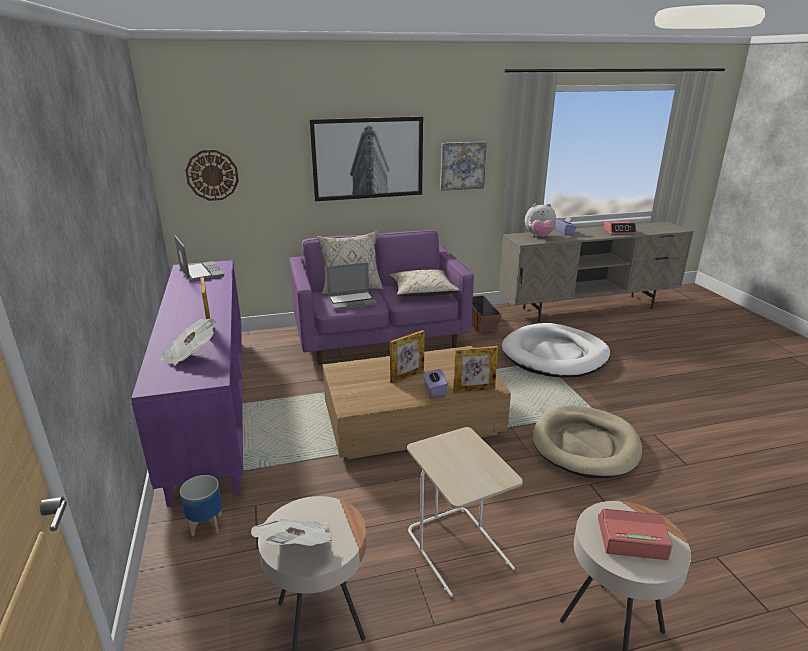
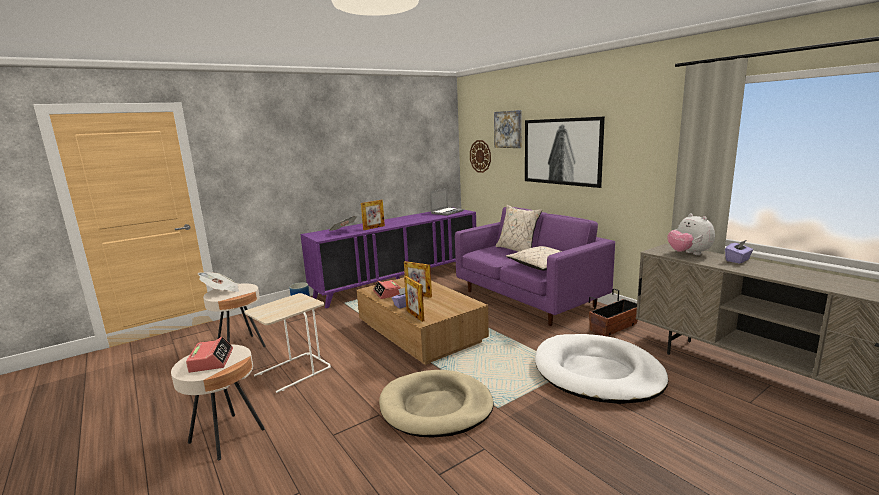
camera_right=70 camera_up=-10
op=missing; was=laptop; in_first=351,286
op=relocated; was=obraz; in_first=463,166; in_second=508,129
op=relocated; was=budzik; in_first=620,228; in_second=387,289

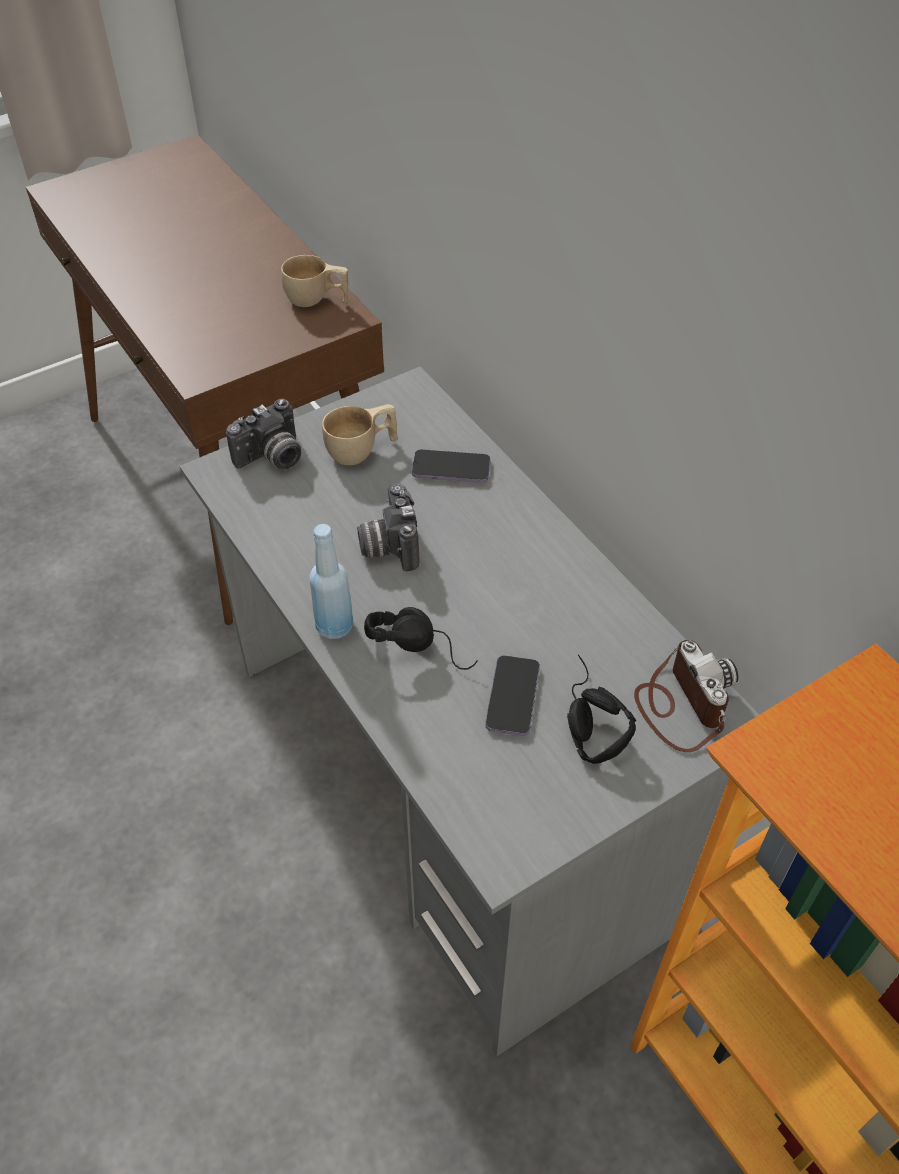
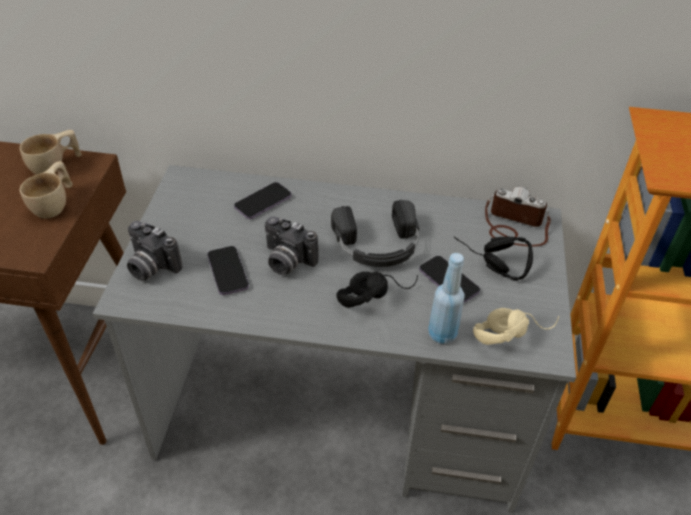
camera_right=-50 camera_up=-5
op=appeared; now=telefon; in_second=228,270
op=appeared; now=słuchawki (czarny); in_second=375,233
op=appeared; now=słuchawki (beżowy); in_second=516,326
op=relocated; was=butelka (niebieski); in_first=331,581; in_second=446,298
op=relocated; was=filiżanka (beżowy); in_first=360,434; in_second=46,190
op=spun; was=aparat fotograficzny; in_first=263,434; in_second=154,251; clockwise=120

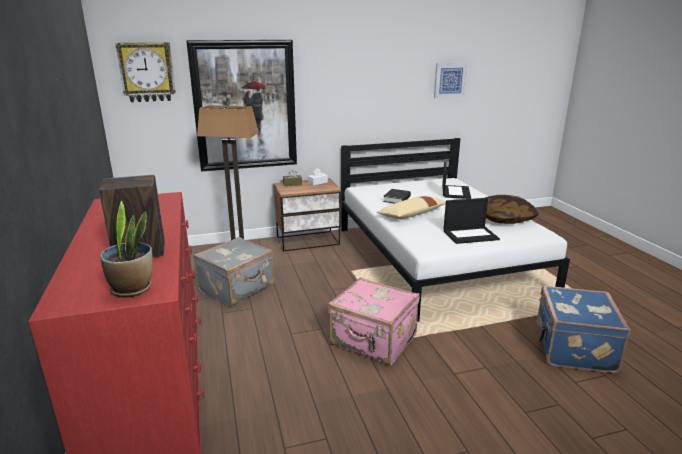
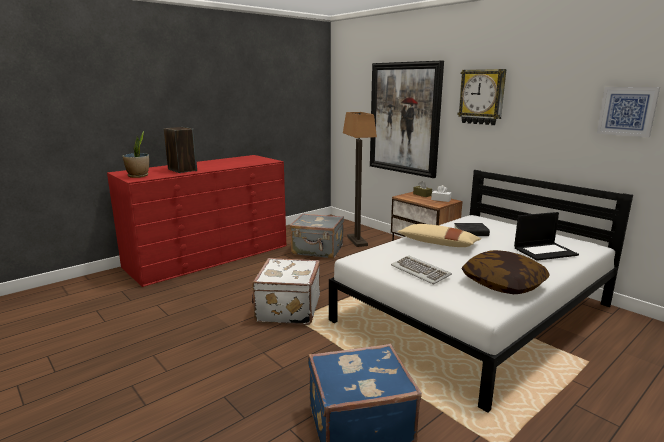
camera_right=65 camera_up=-5
op=relocated; was=zegar ścienny; in_first=145,72; in_second=481,97
op=exchanged; was=laptop; now=klawiatura; in_first=472,221; in_second=421,270
op=colour; was=walizka (różowy); now=walizka (biały); in_first=374,321; in_second=286,291

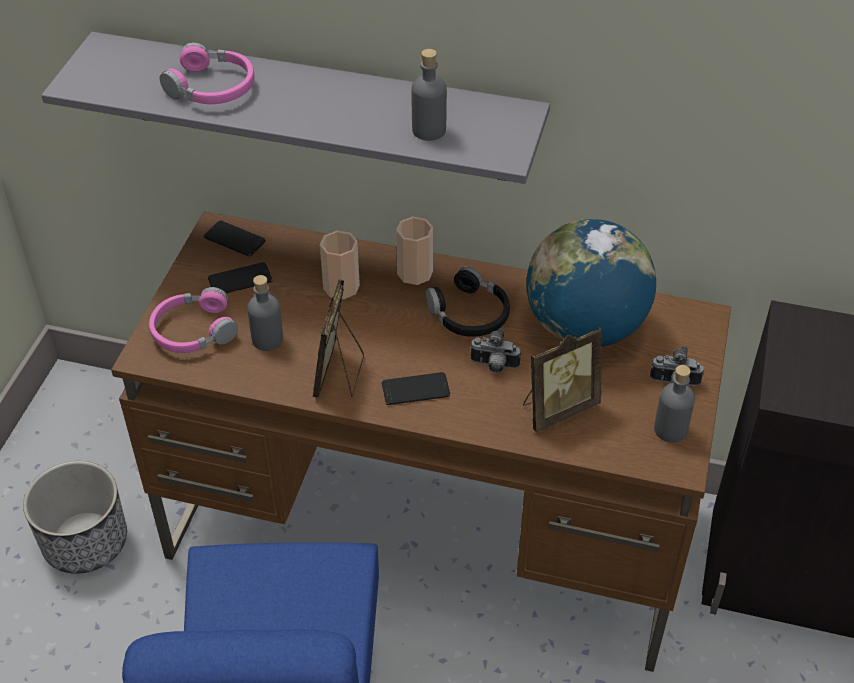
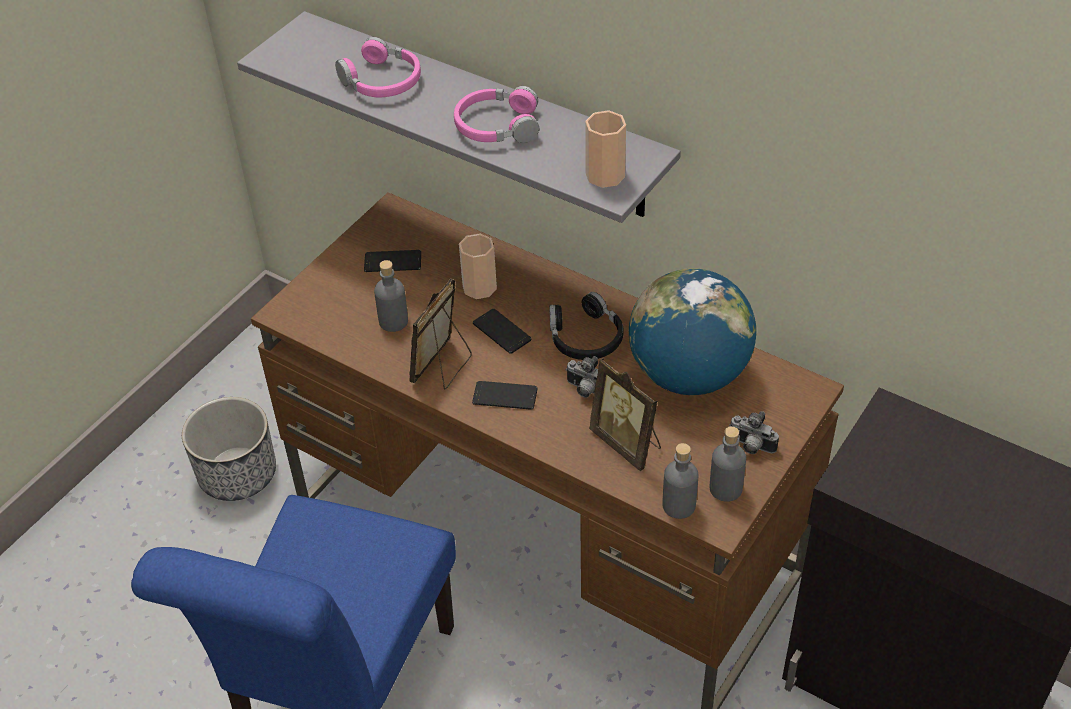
camera_right=20 camera_up=0
op=relocated; was=słuchawki (różowy); in_first=193,320; in_second=496,114
op=relocated; was=telefon; in_first=235,239; in_second=502,331
op=relocated; was=filiżanka; in_first=414,251; in_second=605,149
op=relocated; was=butelka (szary); in_first=429,95; in_second=680,481
op=spun; was=ramka na zdjęcie; in_first=562,379; in_second=625,414; clockwise=60

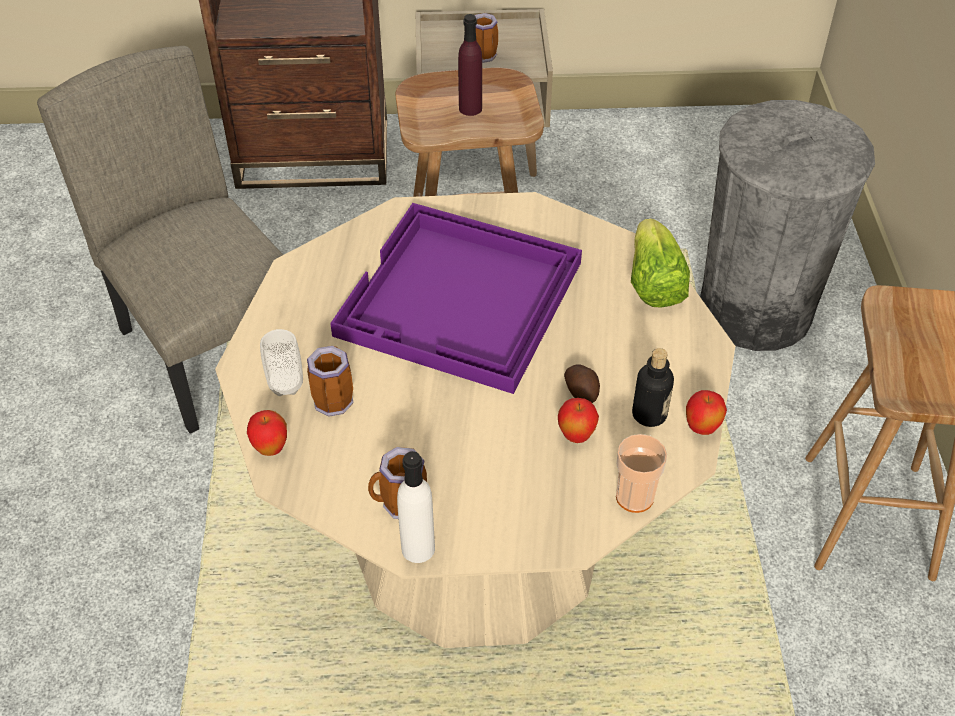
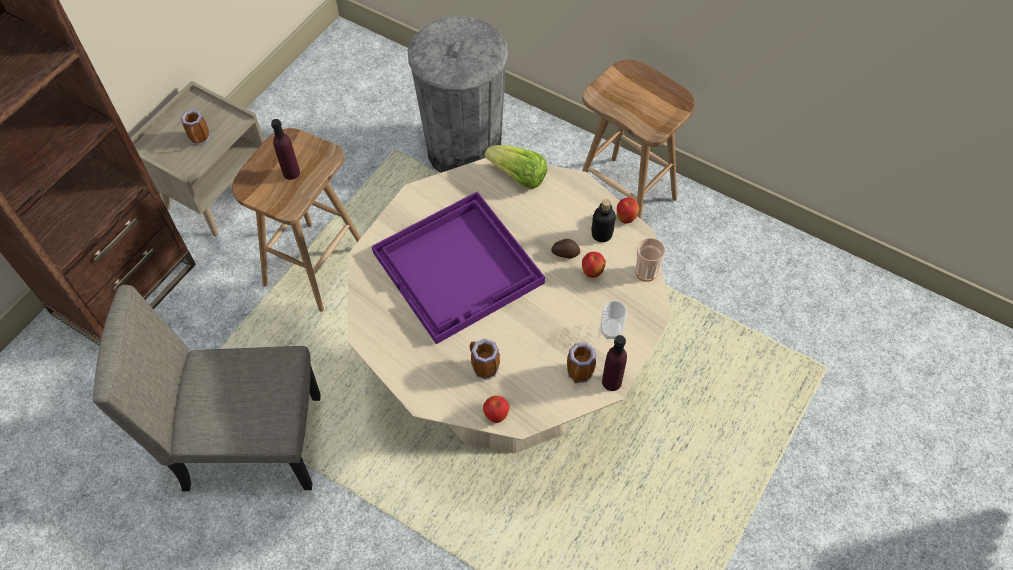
camera_right=-55 camera_up=10
op=relocated; was=filiżanka; in_first=281,362; in_second=614,319
op=colour; was=butelka (biały); now=butelka (fioletowy); in_first=416,507; in_second=614,363

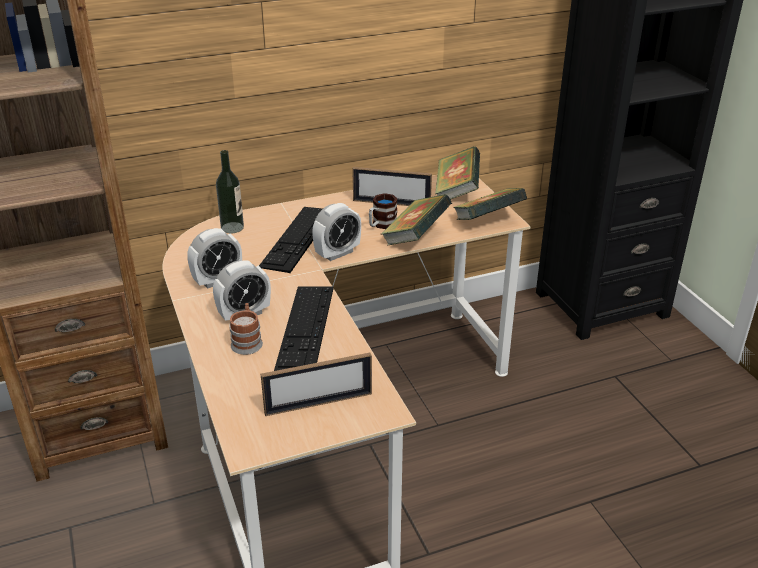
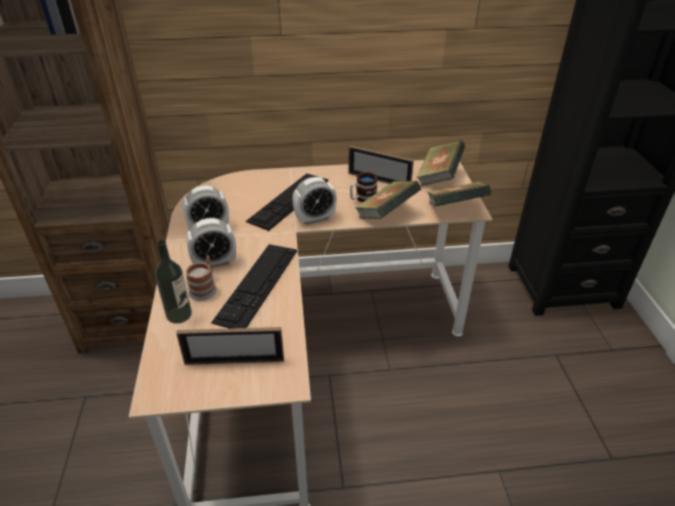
camera_right=15 camera_up=5
op=relocated; was=butelka; in_first=230,191; in_second=173,282

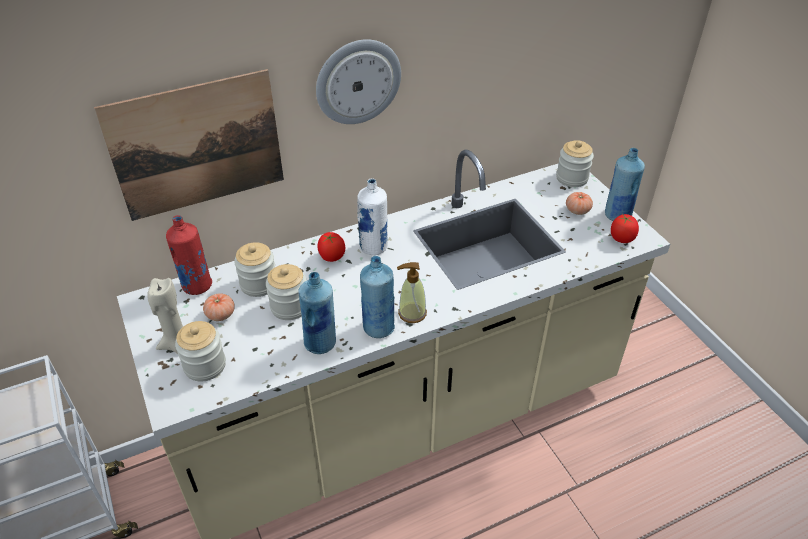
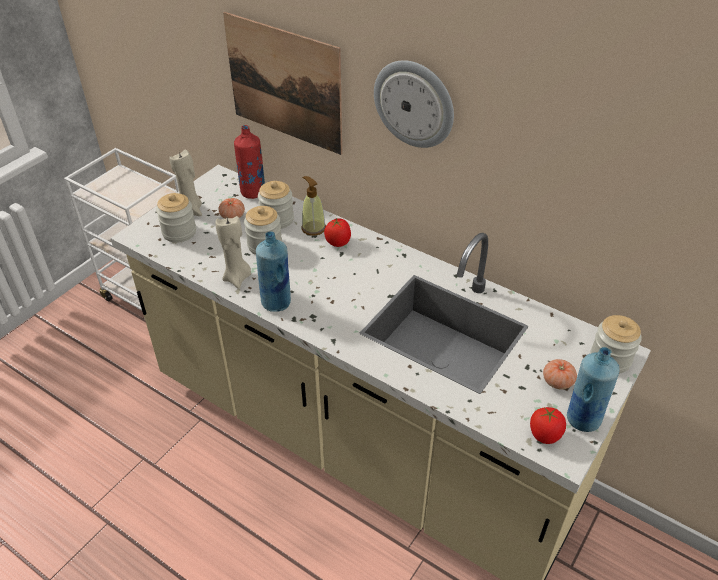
camera_right=60 camera_up=0
op=missing; was=butelka (biały); in_first=372,216
op=relocated; was=dozownik mydła; in_first=412,292; in_second=314,206
op=exchanged; was=butelka (niebieski); now=świeca (beżowy); in_first=317,313; in_second=233,252

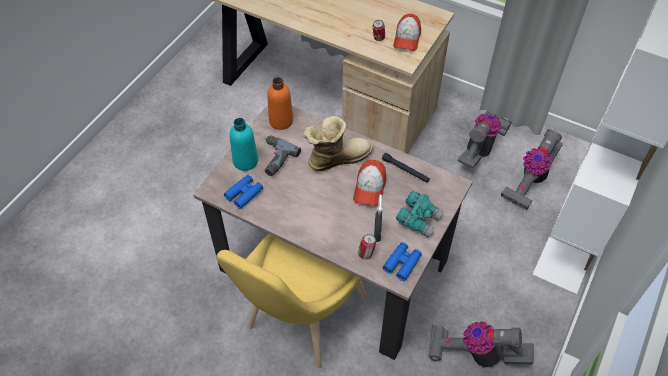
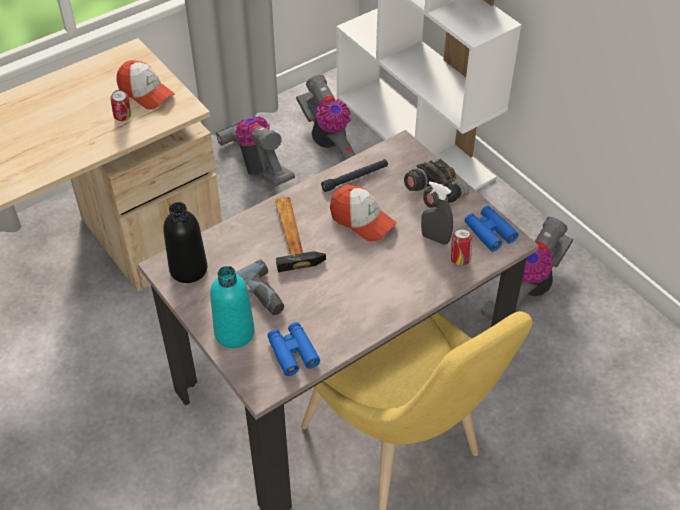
camera_right=-65 camera_up=-5
op=exchanged; was=but z cholewką; now=młotek; in_first=338,144; in_second=300,234
op=colour; was=butelka (pomarańczowy); now=butelka (czarny); in_first=280,103; in_second=185,242
op=colour; was=lornetka (turkusowy); now=lornetka (szary); in_first=419,214; in_second=436,183

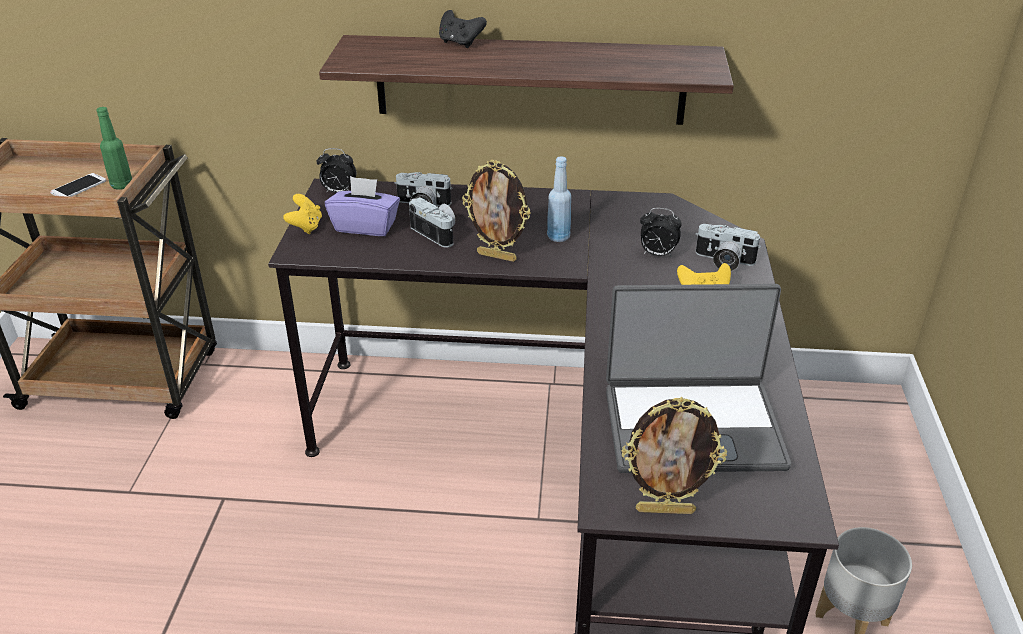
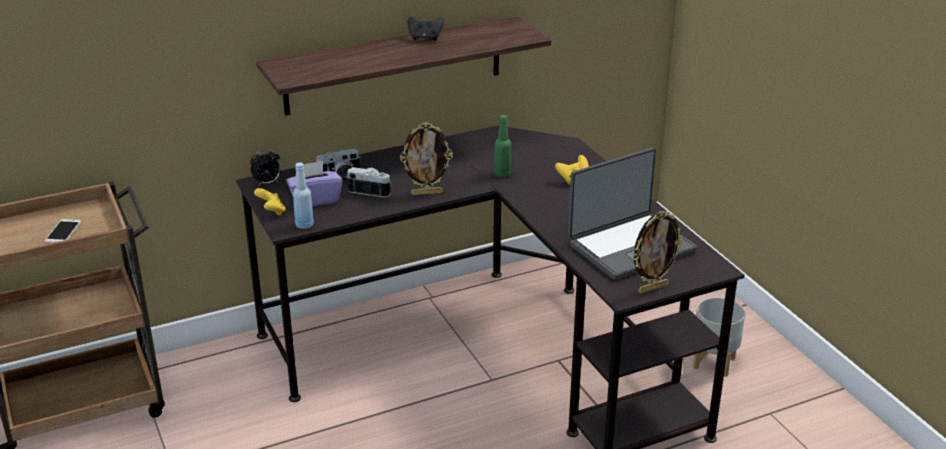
camera_right=-30 camera_up=-5
op=missing; was=budzik; in_first=661,232
op=missing; was=aparat fotograficzny; in_first=728,247
op=relocated; was=butelka (zielony); in_first=114,148; in_second=502,146
op=relocated; was=pad do gier (czarny); in_first=463,29; in_second=426,29
op=relocated; was=butelka (niebieski); in_first=559,199; in_second=303,195

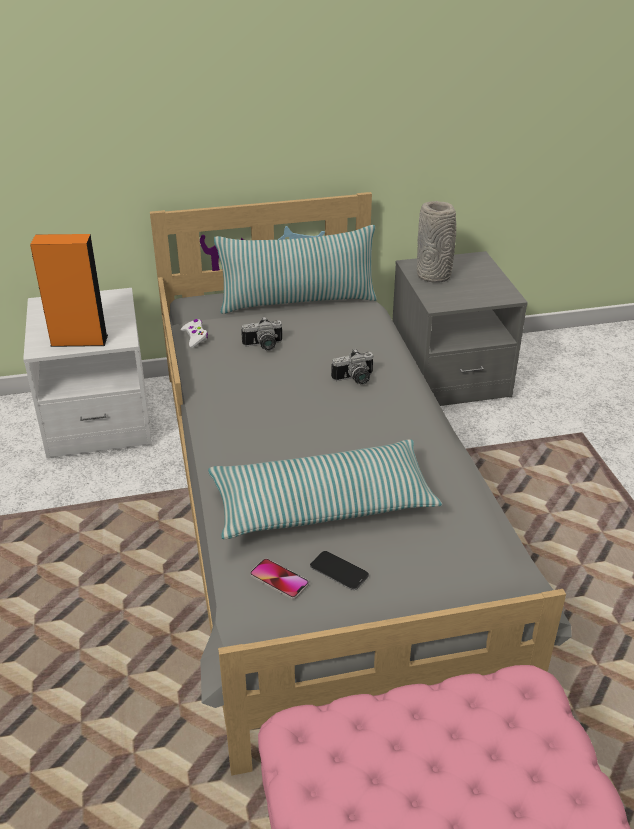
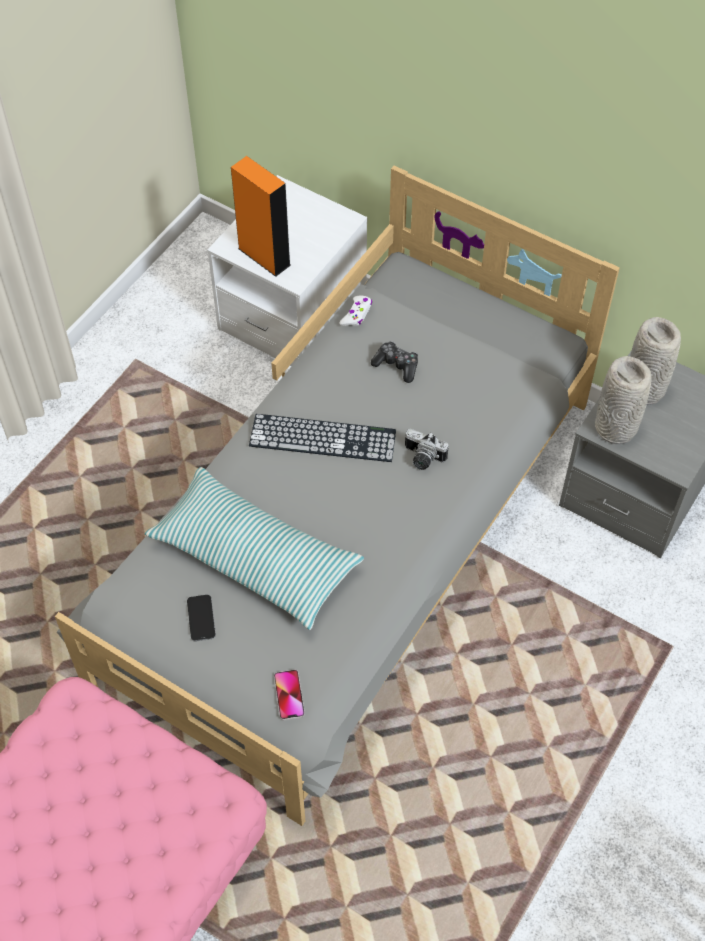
camera_right=45 camera_up=20
op=missing; was=poduszka; in_first=295,269
op=appeared; now=klawiatura; in_second=322,438
op=appeared; now=wazon (szary); in_second=623,400
op=relocated; was=telefon; in_first=279,578; in_second=289,695
op=exchanged; was=aparat fotograficzny; now=pad do gier; in_first=261,334; in_second=394,362

